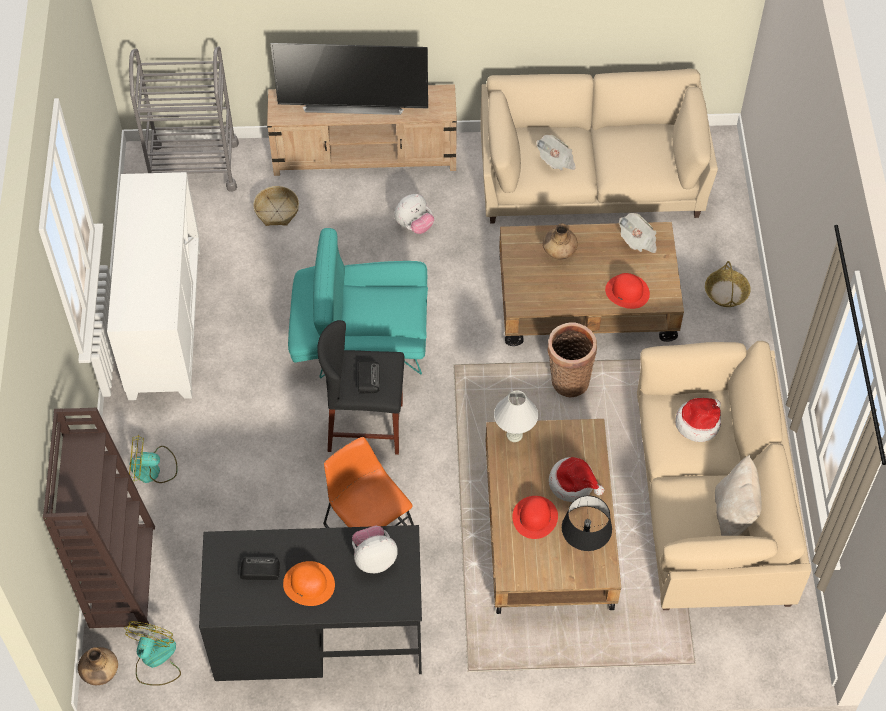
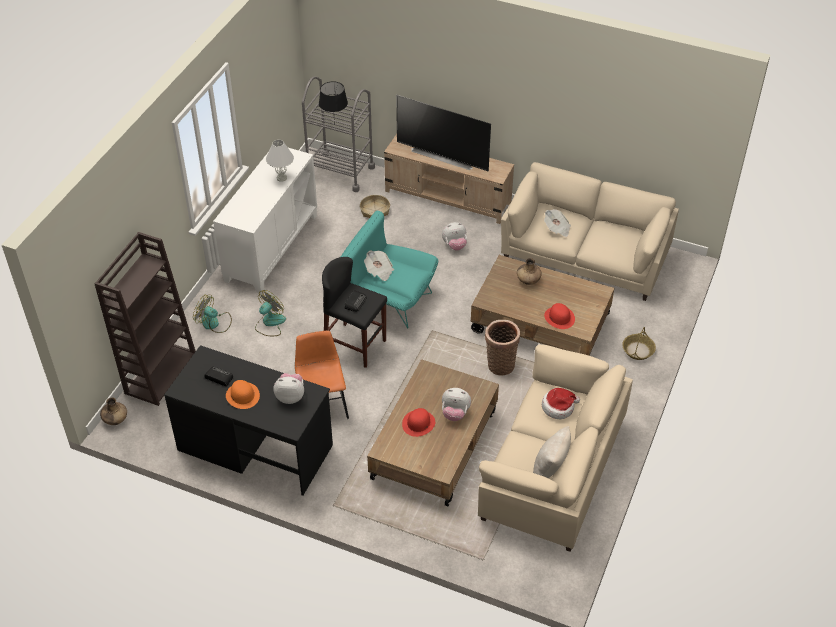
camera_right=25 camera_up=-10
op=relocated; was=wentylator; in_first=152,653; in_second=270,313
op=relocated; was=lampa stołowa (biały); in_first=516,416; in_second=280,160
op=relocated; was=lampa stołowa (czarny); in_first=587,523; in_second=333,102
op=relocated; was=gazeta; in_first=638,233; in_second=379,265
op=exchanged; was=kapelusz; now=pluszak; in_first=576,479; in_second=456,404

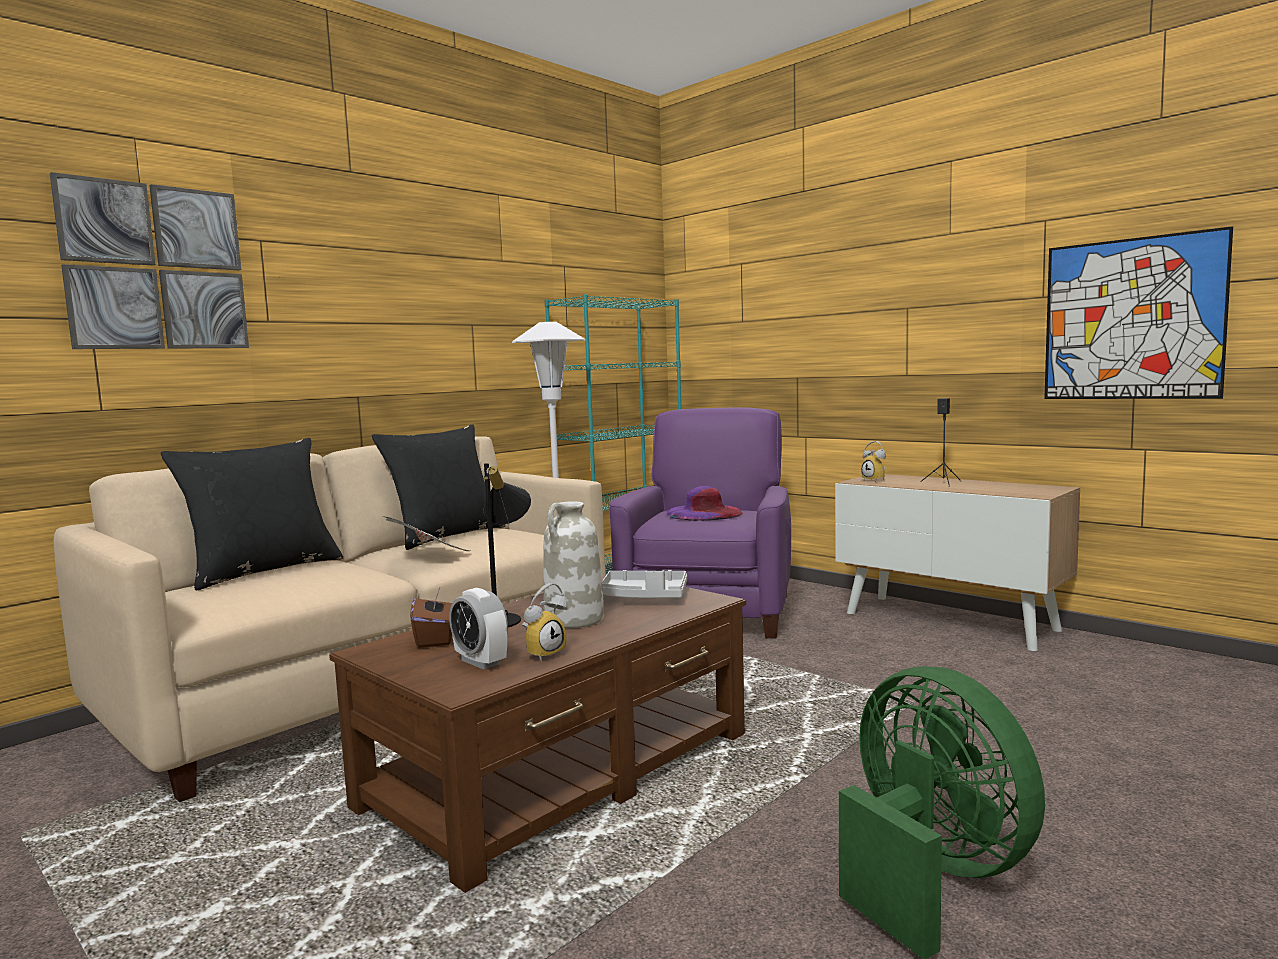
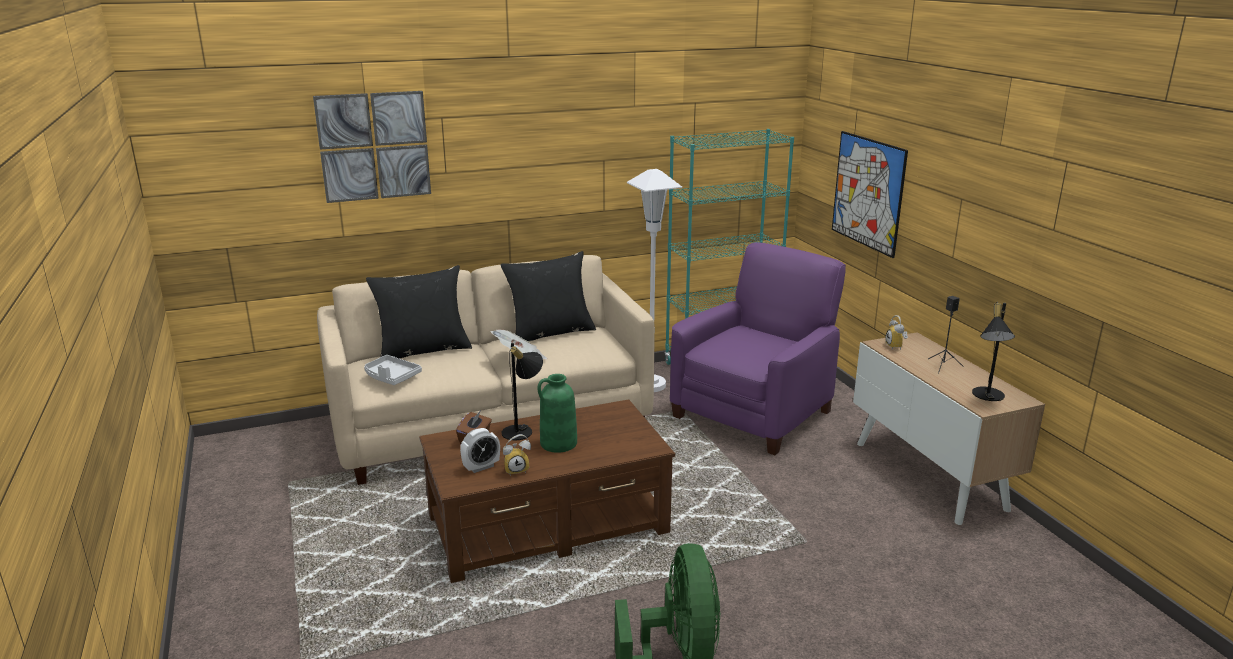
camera_right=25 camera_up=15
op=missing; was=kapelusz (fioletowy); in_first=704,503
op=appeared; now=lampa stołowa (czarny); in_second=993,351
op=relocated; was=taca (szary); in_first=644,584; in_second=393,370
op=relocated; was=obraz; in_first=1138,312; in_second=870,194
op=colour; was=wazon (biały); now=wazon (zielony); in_first=573,564; in_second=557,413
op=spun; was=budzik; in_first=478,629; in_second=480,450; clockwise=-105

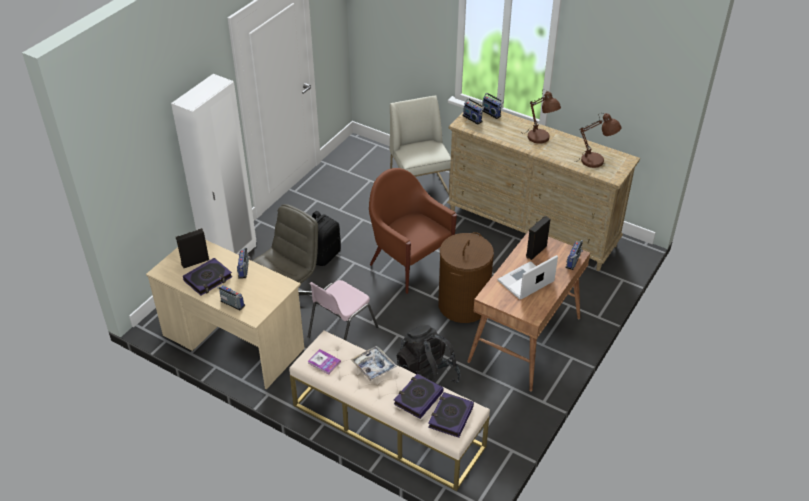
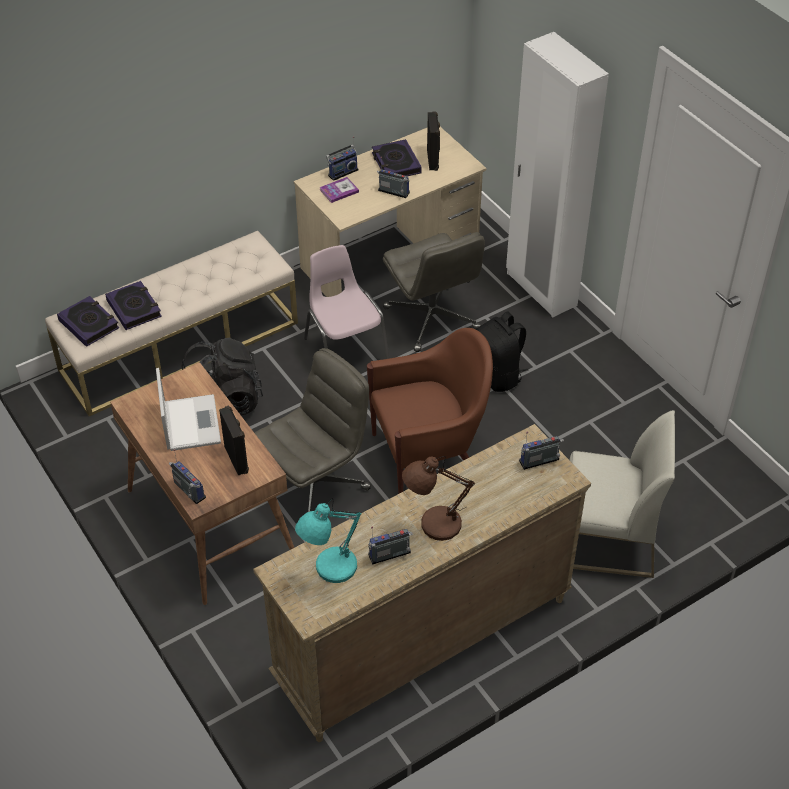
camera_right=115 camera_up=5
op=missing; was=taca; in_first=373,363
op=relocated; was=książka; in_first=324,361; in_second=339,190
op=relocated; was=radio; in_first=492,106; in_second=390,545
op=exchanged; was=kosz na pranie (brązowy); now=krzesło biurowe (szary); in_first=466,277; in_second=313,430
op=colour; was=lampa stołowa (brązowy); now=lampa stołowa (turkusowy); in_first=597,140; in_second=328,540

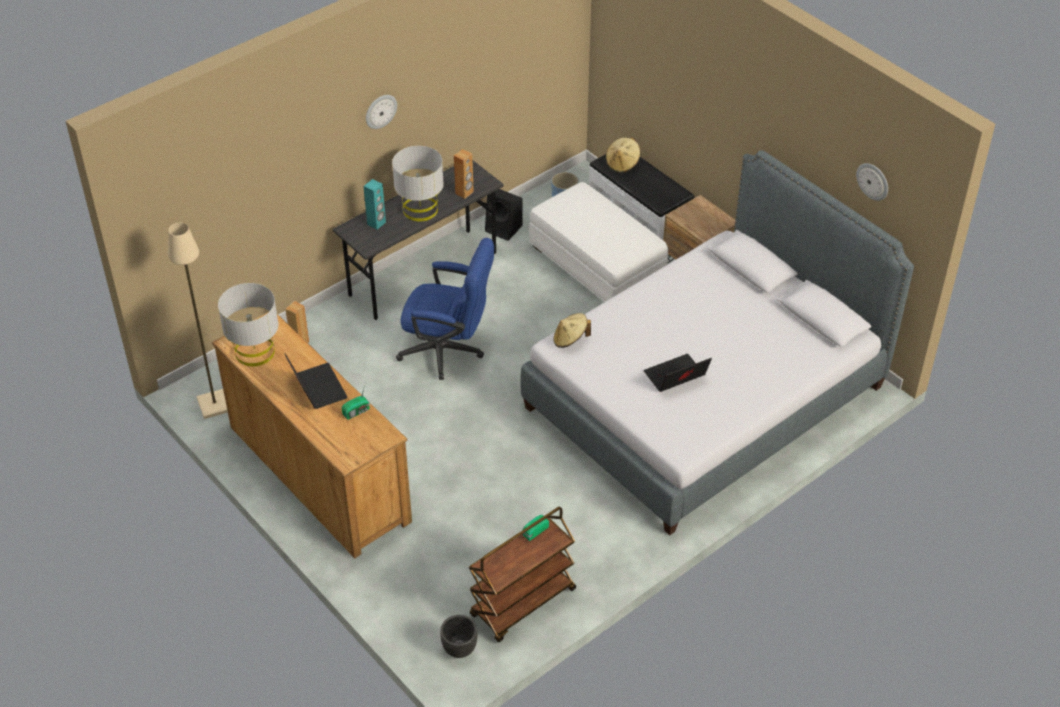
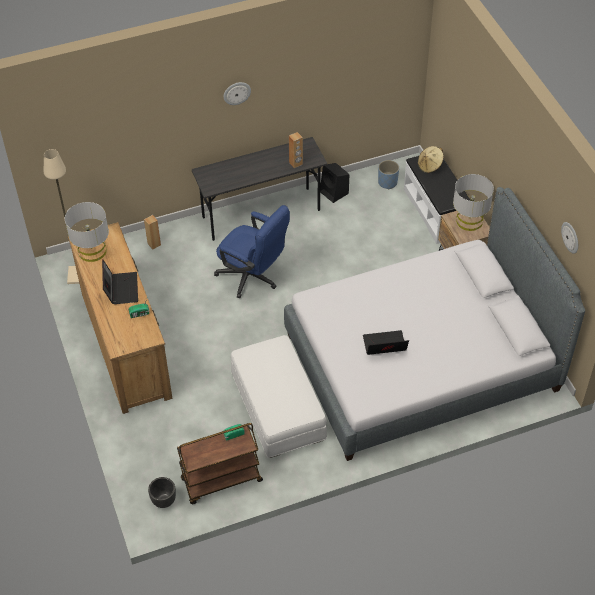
camera_right=20 camera_up=5
op=missing; was=głośnik (turkusowy); in_first=375,204
op=missing; was=kapelusz (beżowy); in_first=572,330
op=relocated; was=lampa stołowa (szary); in_first=418,183; in_second=473,202
op=relocated; was=pufa (biały); in_first=598,242; in_second=279,396

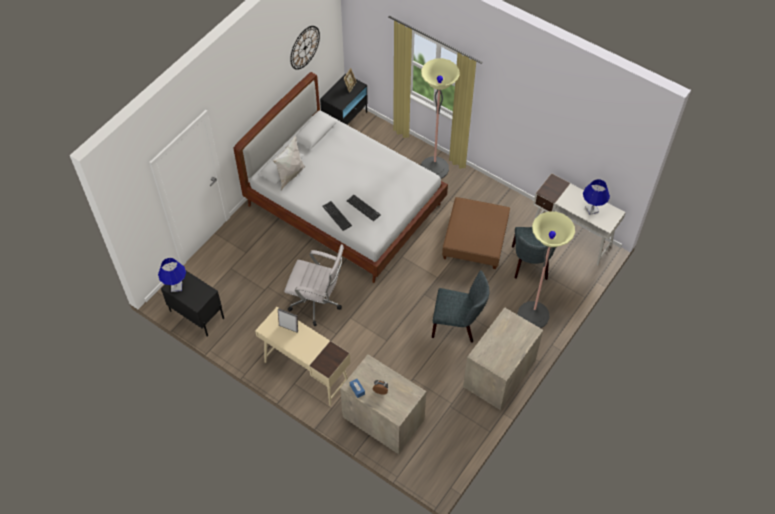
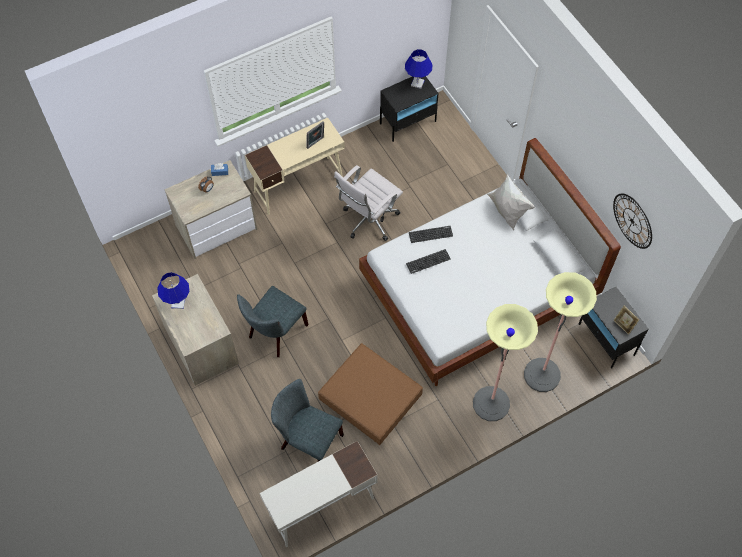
camera_right=115 camera_up=5
op=relocated; was=lampa stojąca; in_first=546,269; in_second=560,332
op=relocated; was=lampa stołowa (niebieski); in_first=596,197; in_second=173,290

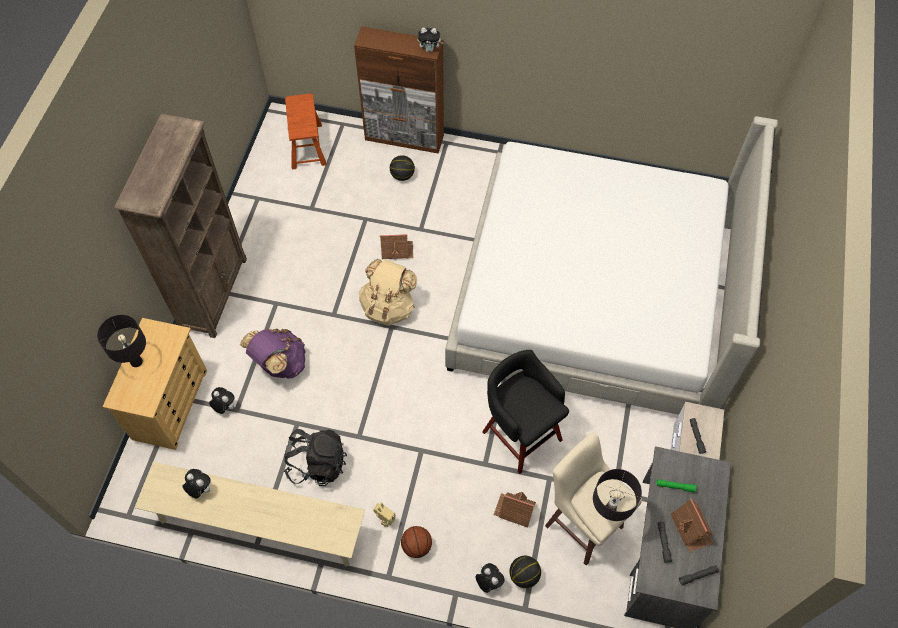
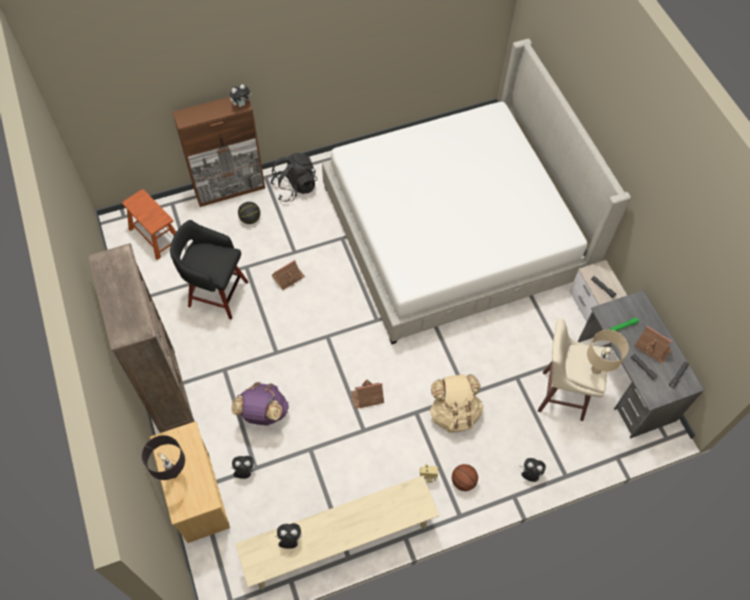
camera_right=-35 camera_up=0
op=missing; was=piłka do koszykówki; in_first=525,572
op=relocated; was=plecak (czarny); in_first=315,457; in_second=294,177
op=relocated; was=plecak (beżowy); in_first=388,292; in_second=456,403
op=relocated; was=stołek (czarny); in_first=525,412; in_second=209,269
op=relocated; was=domek; in_first=515,510; in_second=367,394
op=colour; was=lampa stołowa (czarny); now=lampa stołowa (beżowy); in_first=617,495; in_second=607,352

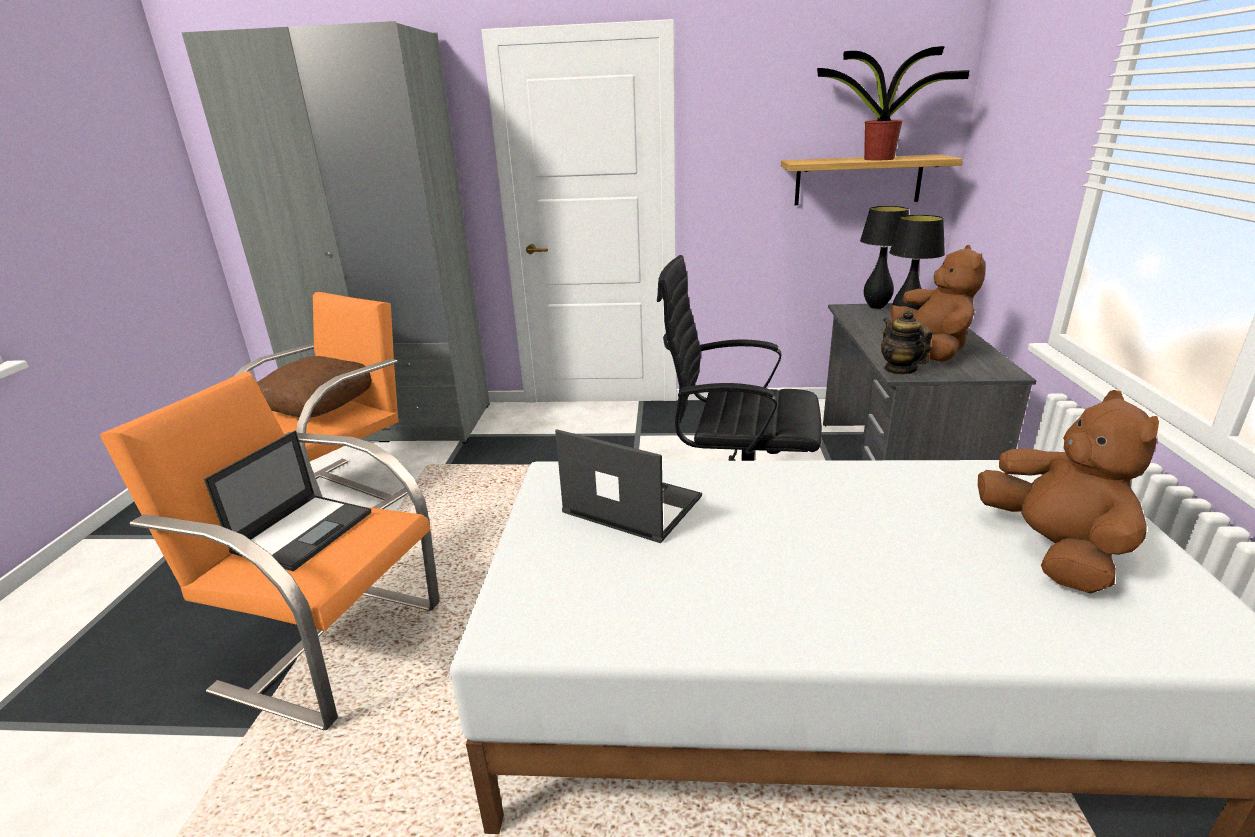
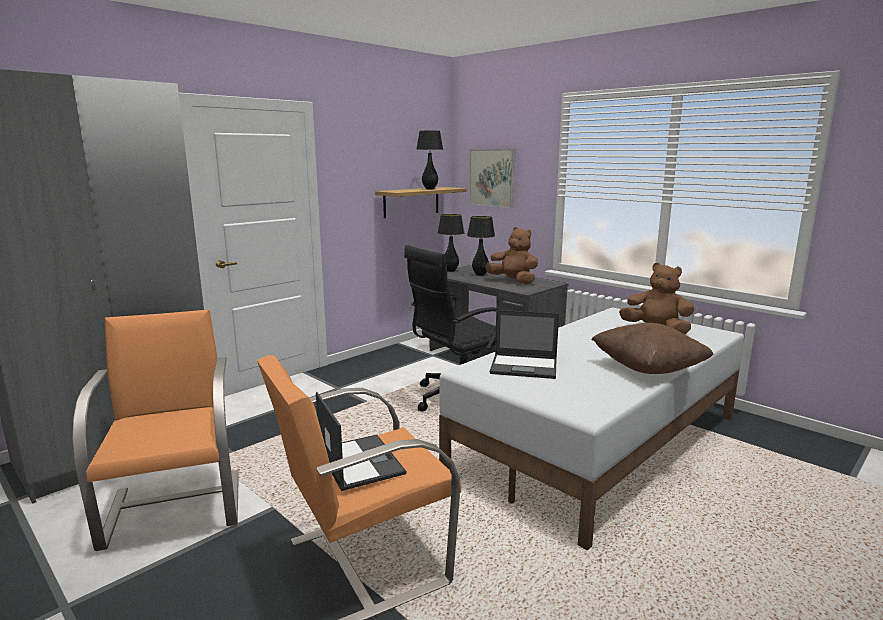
camera_right=-50 camera_up=-10
op=missing; was=imbryk; in_first=906,342
op=appeared; now=obraz; in_second=492,178
op=relocated; was=poduszka (brązowy); in_first=314,386; in_second=652,348
op=exchanged; was=roślina doniczkowa; now=lampa stołowa (czarny); in_first=893,103; in_second=429,160
op=spun; was=laptop; in_first=628,486; in_second=524,344; clockwise=-150

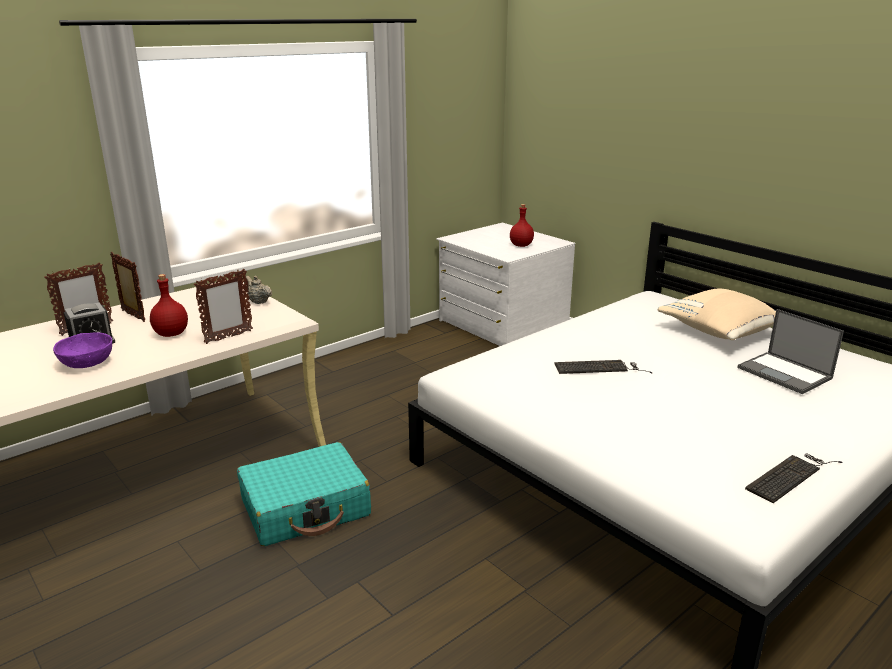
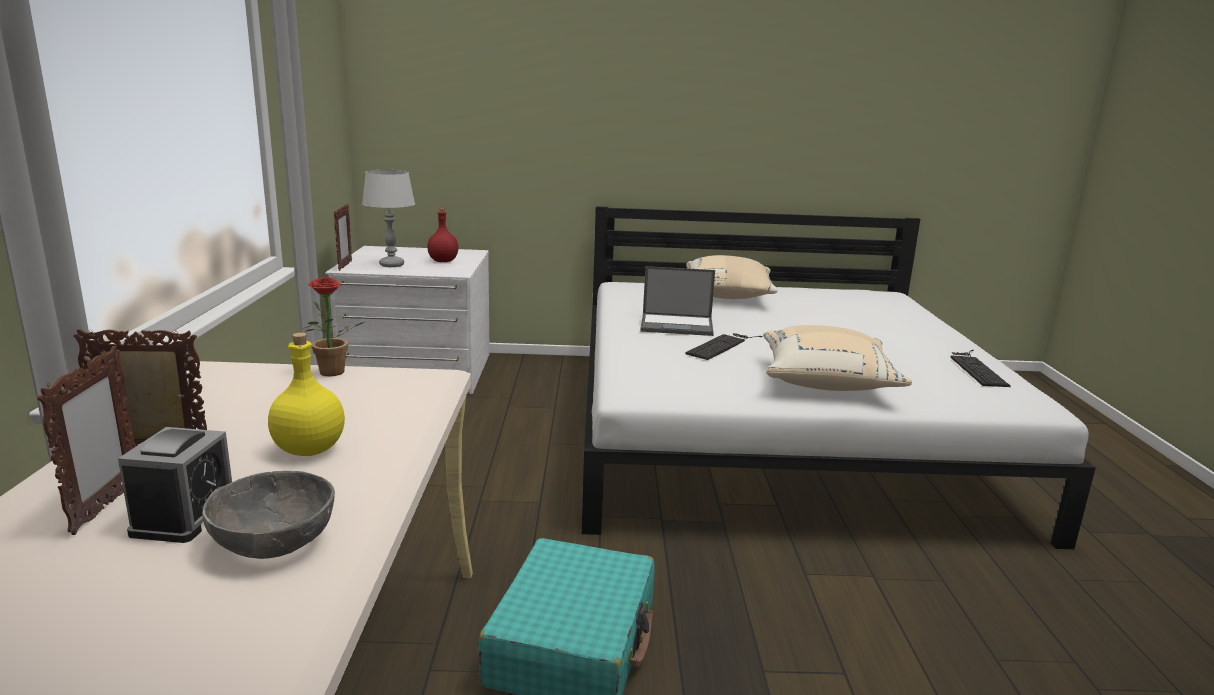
camera_right=-50 camera_up=-5
op=appeared; now=lampa stołowa (szary); in_second=388,218
op=appeared; now=poduszka (beżowy); in_second=837,358
op=relocated; was=ramka na zdjęcie; in_first=223,306; in_second=343,237
op=relocated; was=laptop; in_first=790,351; in_second=677,301
op=exchanged; was=imbryk (beżowy); now=roślina doniczkowa; in_first=258,290; in_second=333,326
op=colour; was=miska (fioletowy); now=miska (szary); in_first=82,350; in_second=268,515
op=colour; was=butelka (czerwony); now=butelka (żółty); in_first=169,305; in_second=306,394

